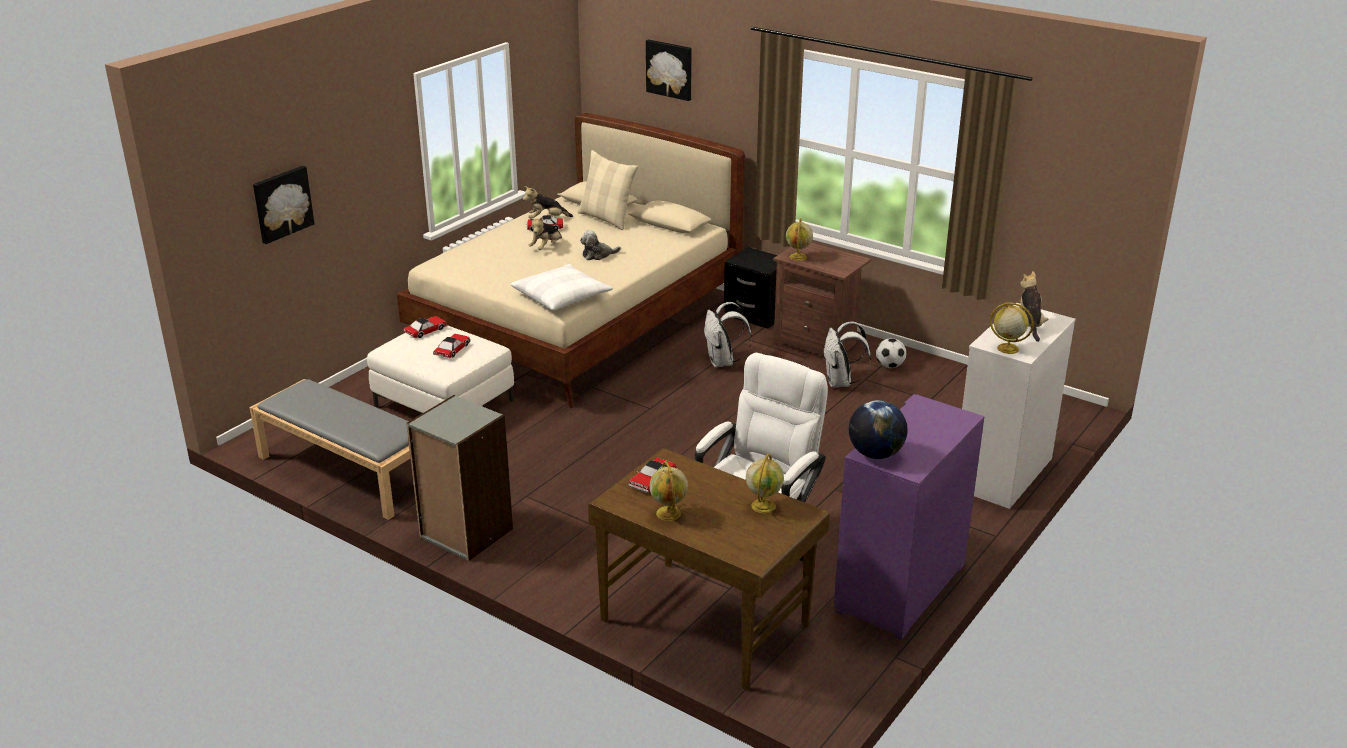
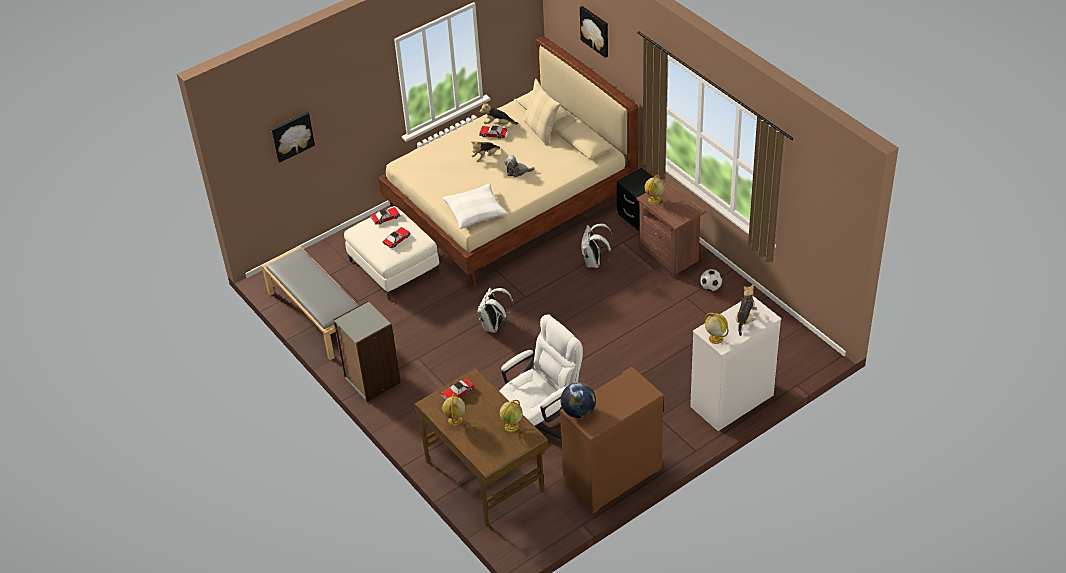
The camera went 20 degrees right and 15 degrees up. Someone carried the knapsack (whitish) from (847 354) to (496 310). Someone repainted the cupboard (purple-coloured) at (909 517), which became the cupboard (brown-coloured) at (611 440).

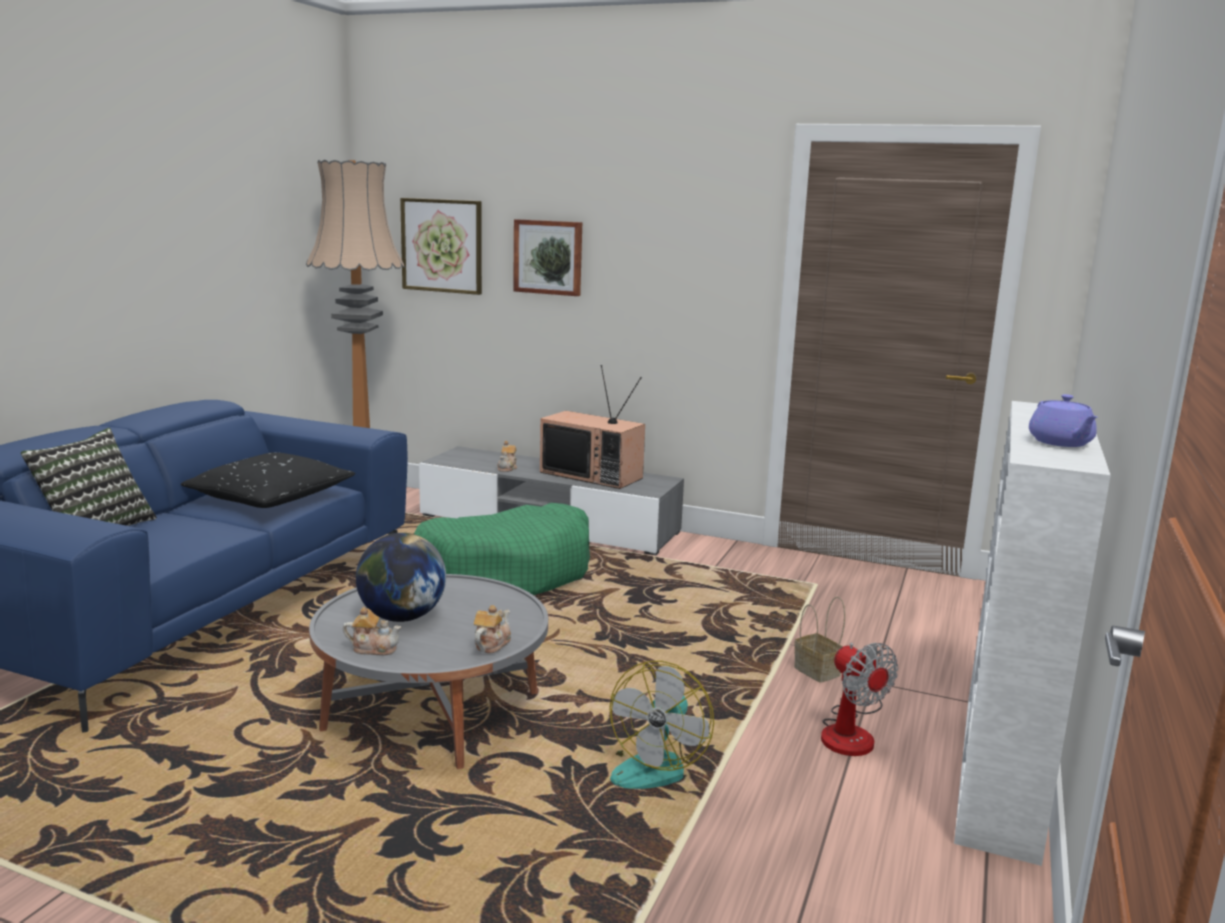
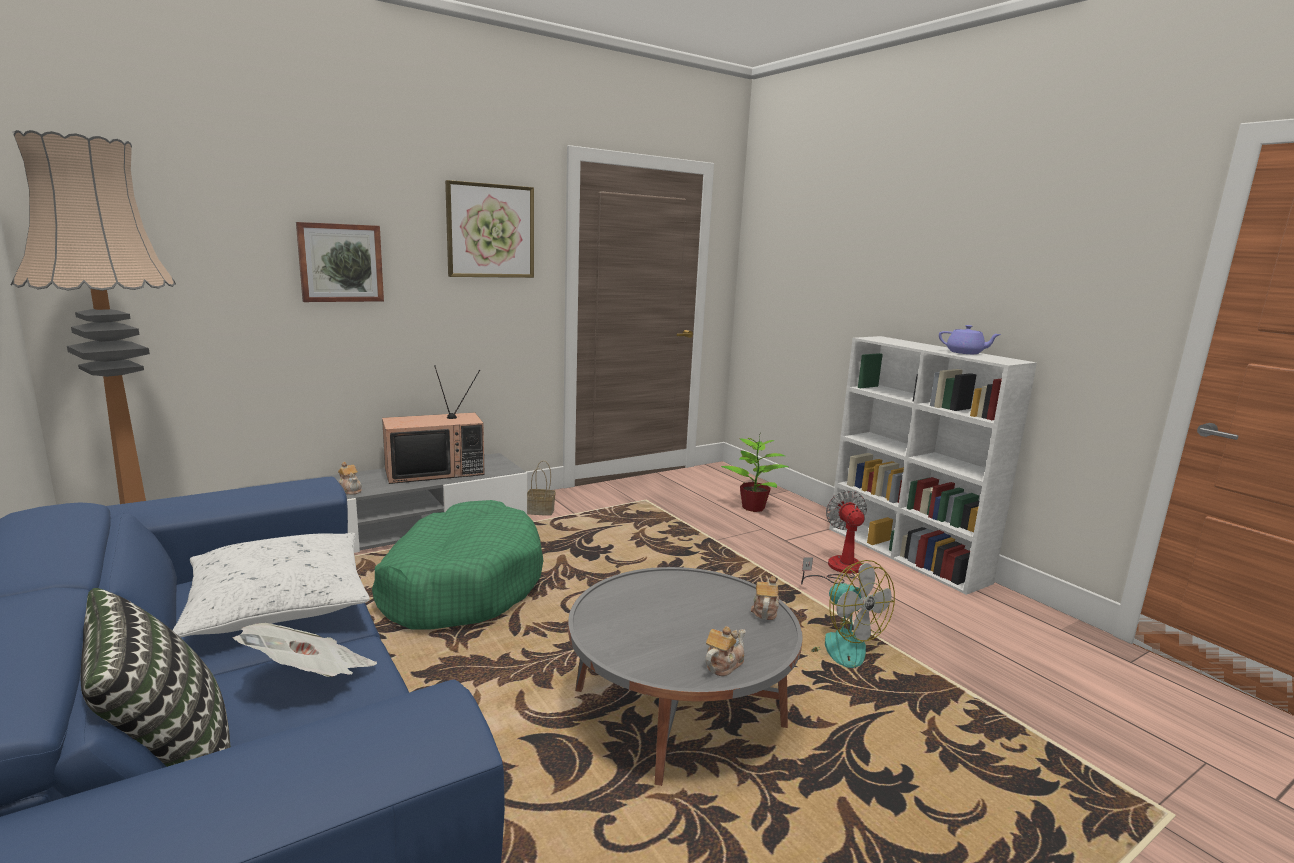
The camera went 55 degrees left and 0 degrees up. Someone carried the wall art from (441 246) to (489 229). Someone repainted the pillow (blackish) at (268 480), which became the pillow (whitish) at (271 585). Someone took away the desk globe at (401 577). Someone carried the household basket from (819 640) to (541 488). Someone rotated the pot for tea at (492 629) by 45 degrees clockwise. Someone rotated the cooling fan at (859 699) by 105 degrees counterclockwise. Someone put down the houseplant at (755 473). Someone put down the daily paper at (305 650).

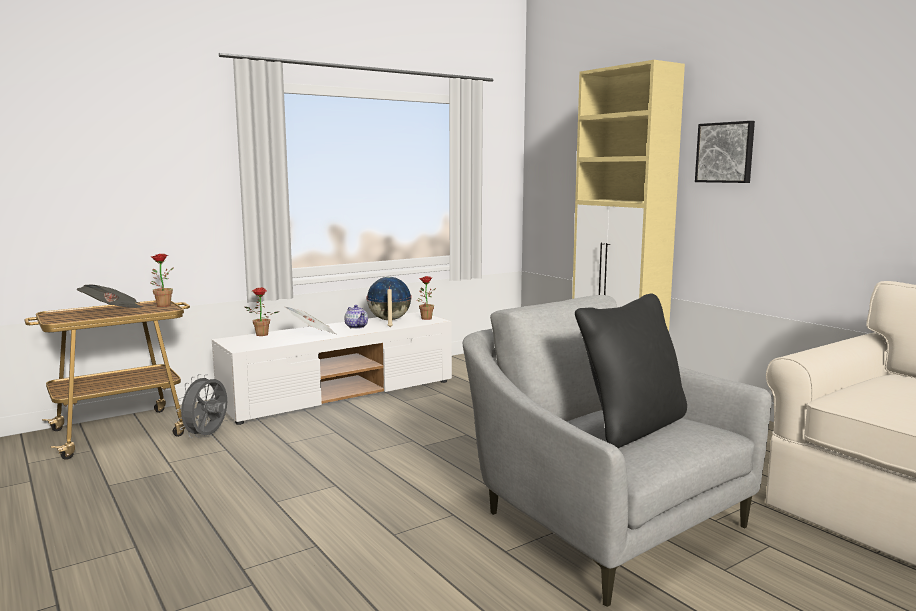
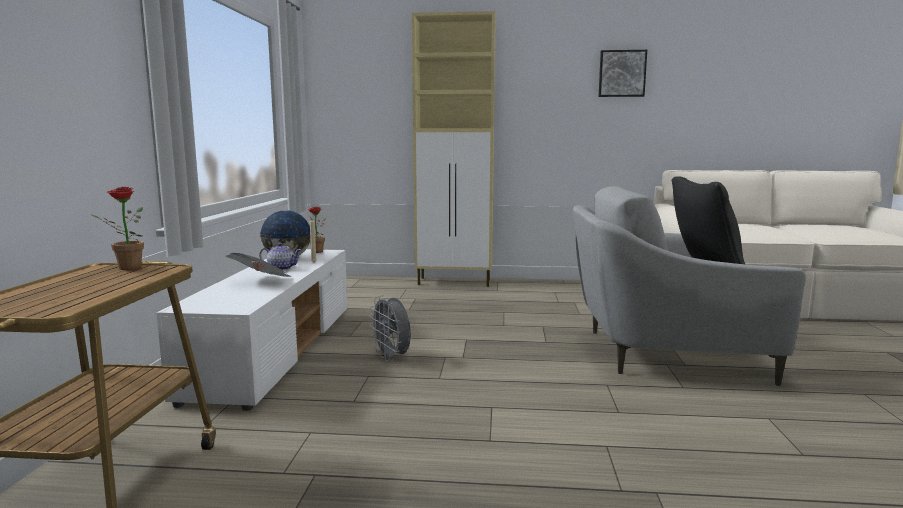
The camera went 50 degrees left and 0 degrees up. Someone carried the wall art from (725 152) to (623 73). Someone took away the daily paper at (109 296). Someone took away the houseplant at (262 311). Someone carried the cooling fan (gray) from (201 406) to (390 328).

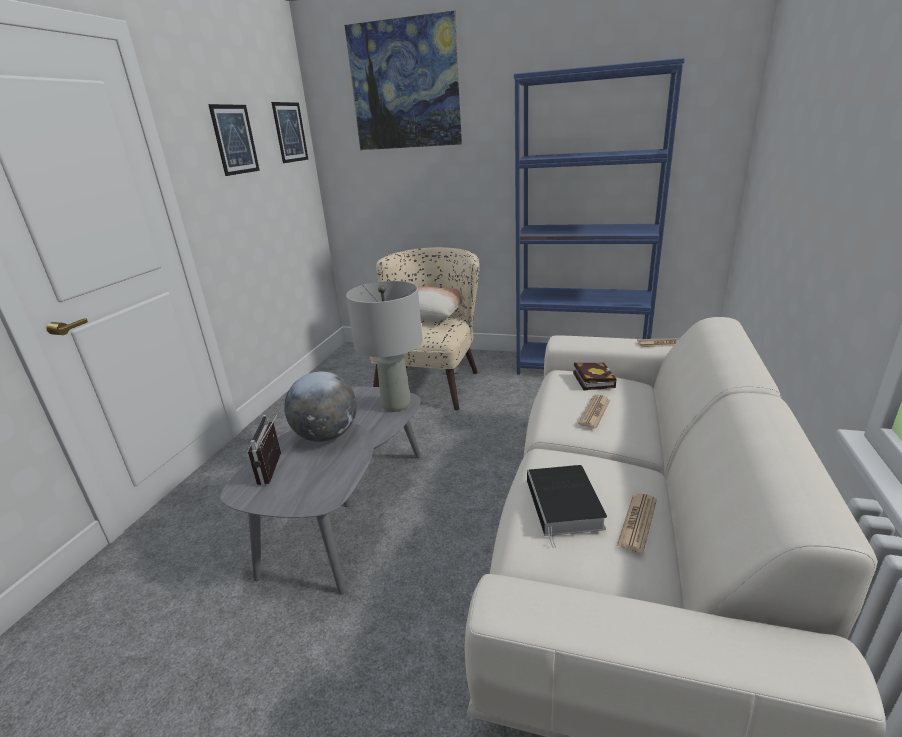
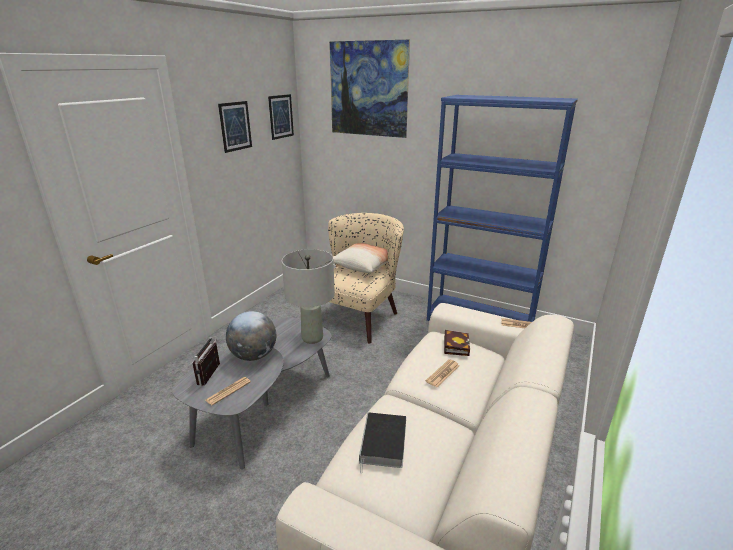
The camera went 10 degrees right and 0 degrees up. Someone carried the daily paper from (637 523) to (228 391).

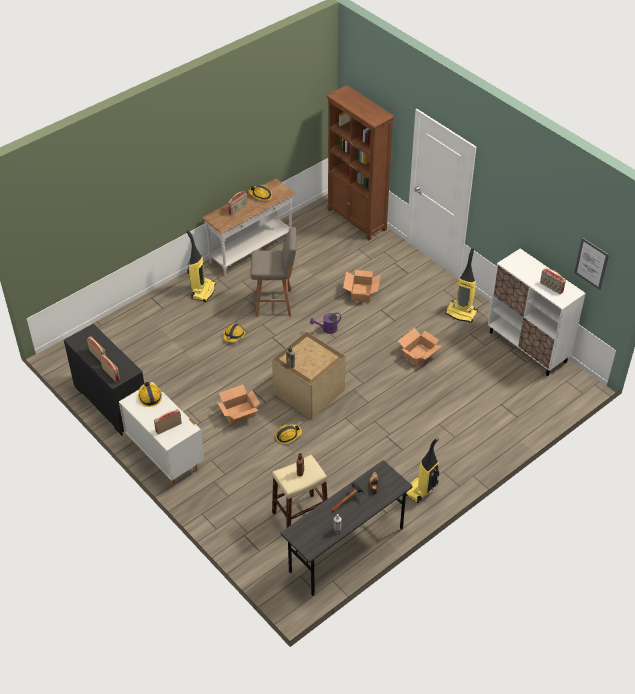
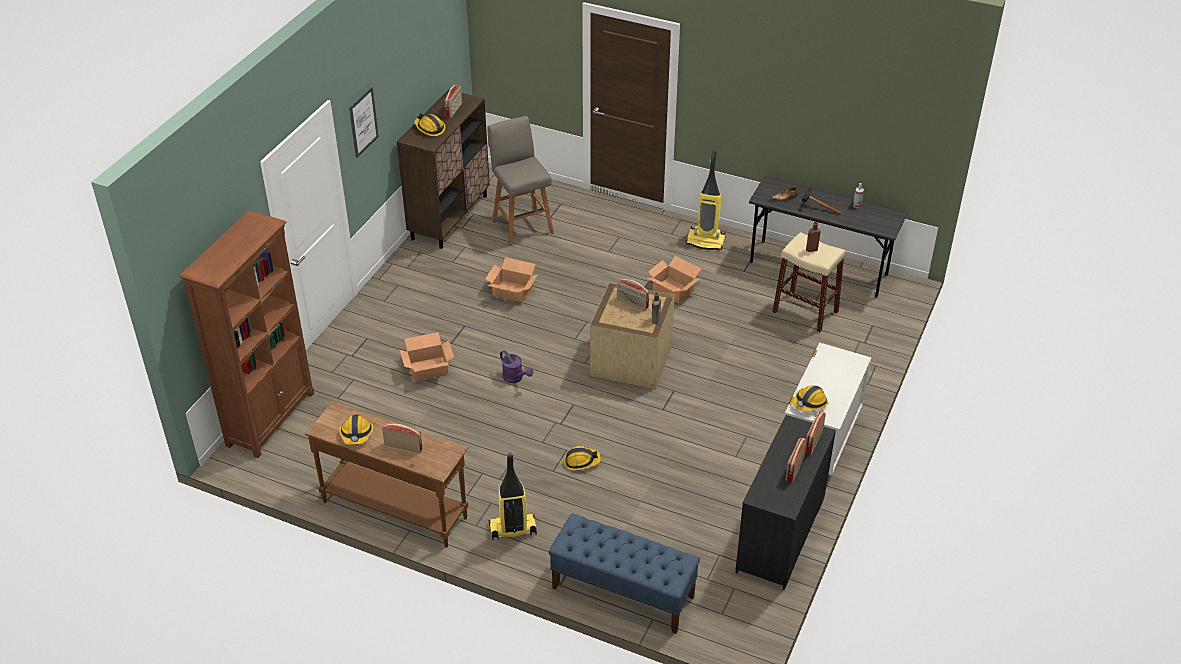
The camera went 115 degrees left and 5 degrees down. Someone repainted the console table (whitish) at (249 227), which became the console table (brown-coloured) at (387 474). Someone carried the stool seat (gray) from (273 272) to (520 181). Someone carried the wall art from (591 264) to (364 122). Someone took away the vacuum at (461 285). Someone repainted the cupboard (whitish) at (537 312), which became the cupboard (brown-coloured) at (443 169). Someone carried the cardboard box from (238 404) to (674 279). Someone carried the radio set from (168 422) to (633 295). Someone carried the work helmet from (288 434) to (429 124). Someone put down the indoor bench (bluish) at (624 573).

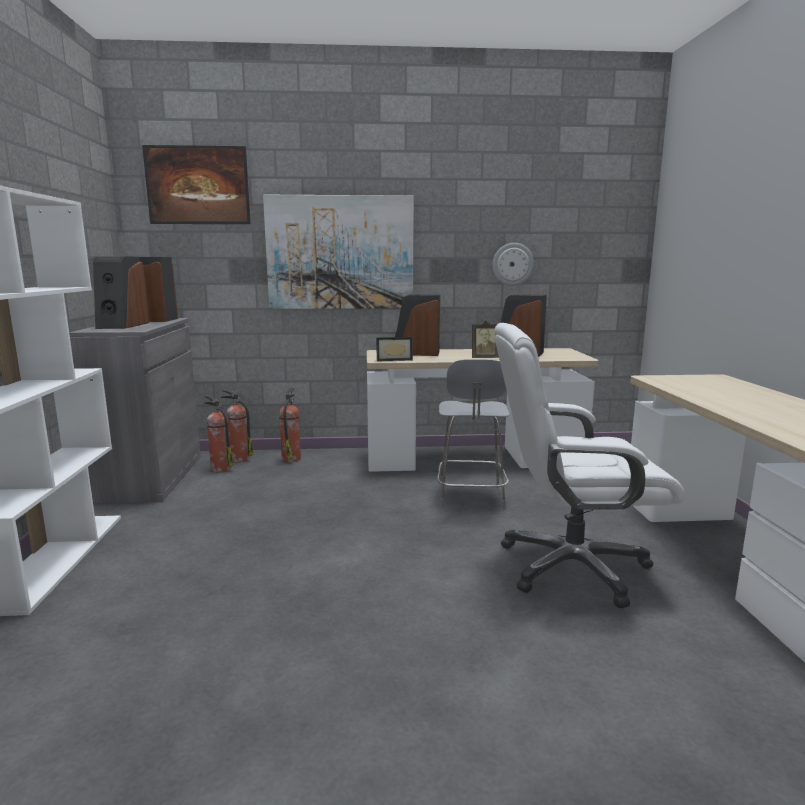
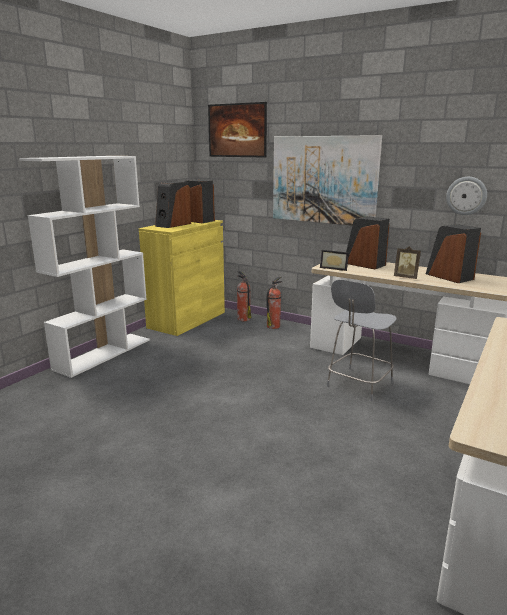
The camera went 35 degrees right and 5 degrees up. Someone repainted the cupboard (gray) at (135 410), which became the cupboard (yellow-coloured) at (182 278). Someone took away the computer chair (whitish) at (589 465). Someone took away the fire-fighting cylinder at (219 433).

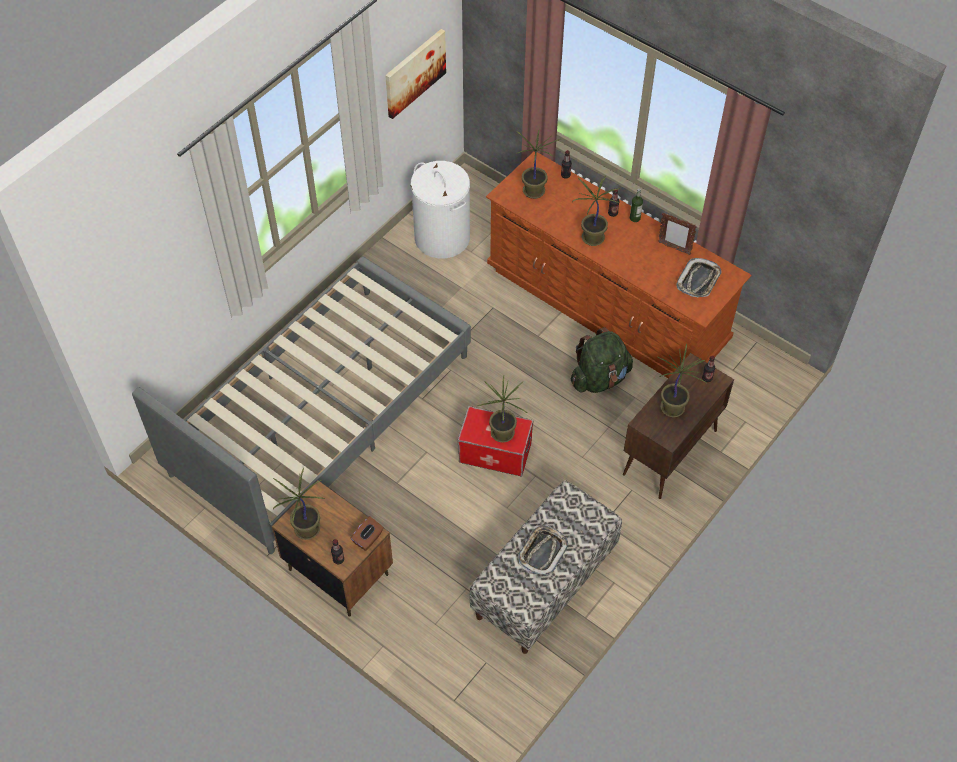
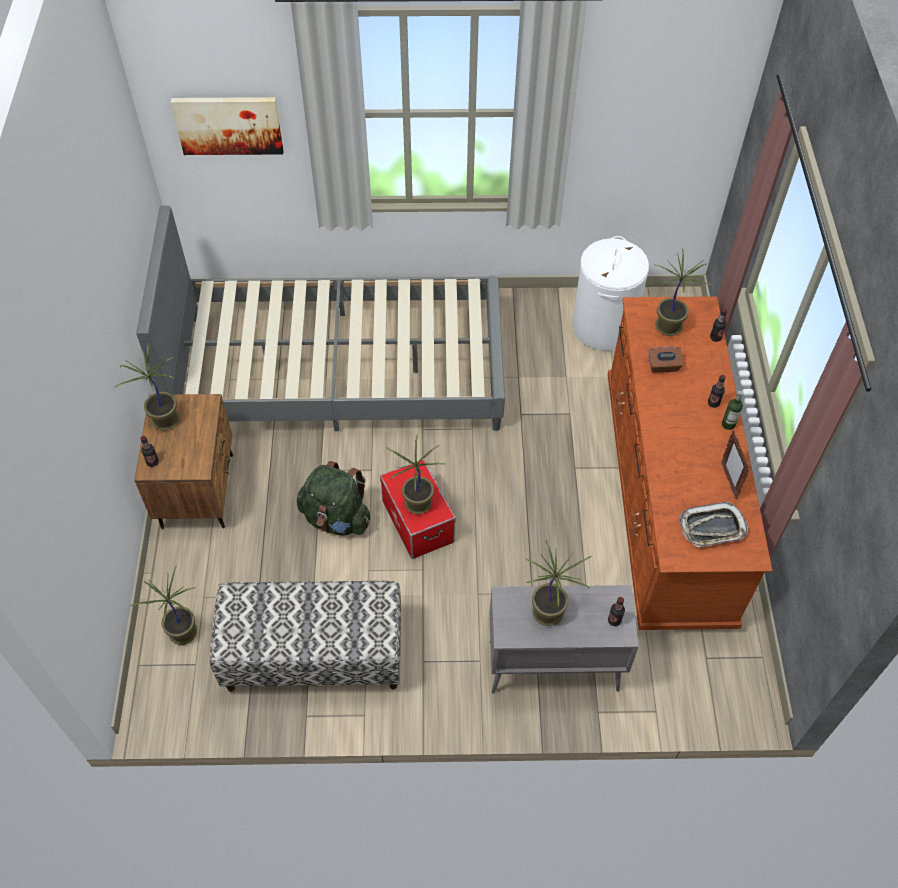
The camera went 50 degrees right and 0 degrees up. Someone carried the wall art from (415 74) to (227 126). Someone carried the houseplant from (596 211) to (163 605). Someone carried the knapsack (greenish) from (602 360) to (333 498). Someone repainted the cupboard (brown-coloured) at (678 426), which became the cupboard (gray) at (564 639). Someone carried the tissue holder (brown-coloured) from (367 533) to (665 359). Someone took away the serving tray at (543 550).

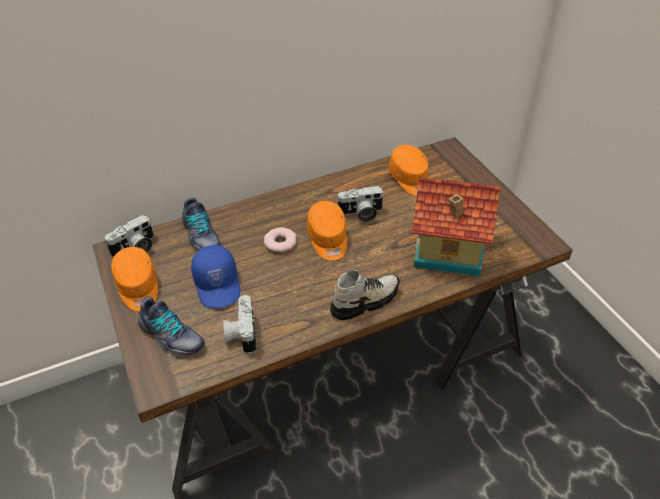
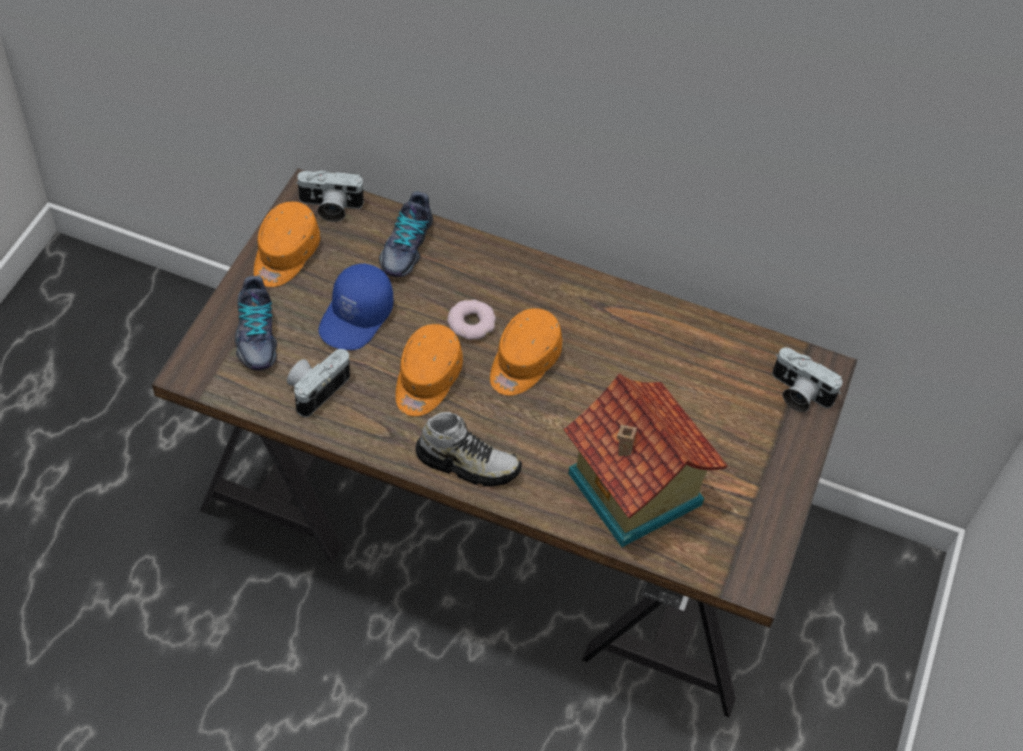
The camera went 40 degrees right and 10 degrees up. Someone carried the baseball cap (orange-coloured) from (409 170) to (429 370). Someone carried the still camera from (359 204) to (807 379).

